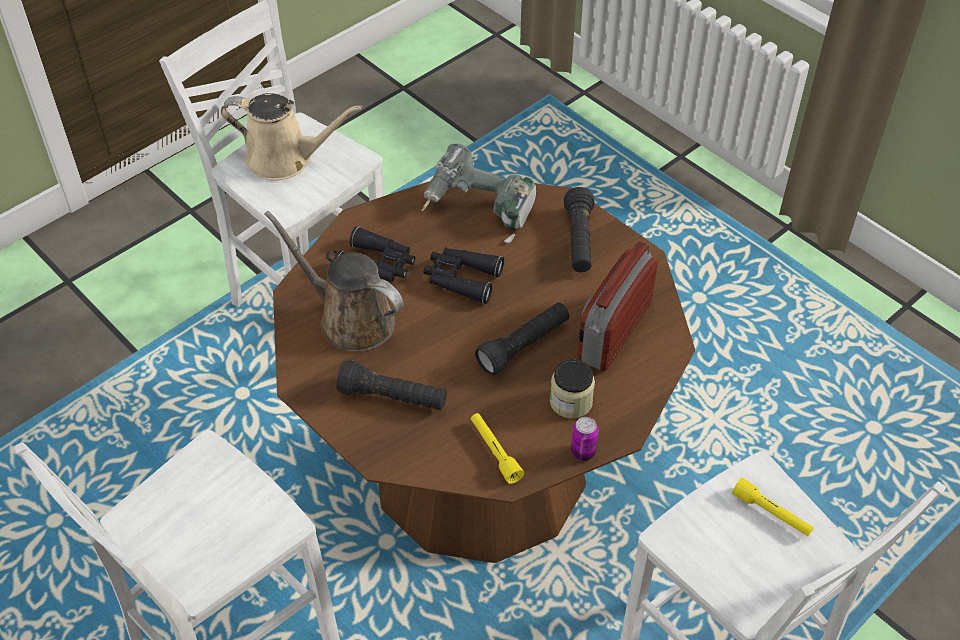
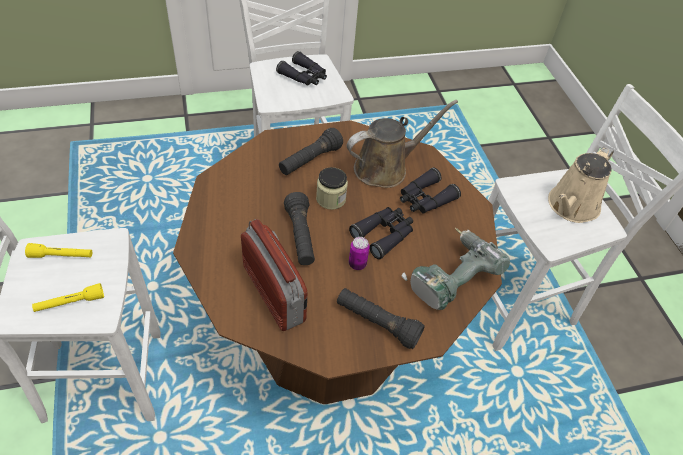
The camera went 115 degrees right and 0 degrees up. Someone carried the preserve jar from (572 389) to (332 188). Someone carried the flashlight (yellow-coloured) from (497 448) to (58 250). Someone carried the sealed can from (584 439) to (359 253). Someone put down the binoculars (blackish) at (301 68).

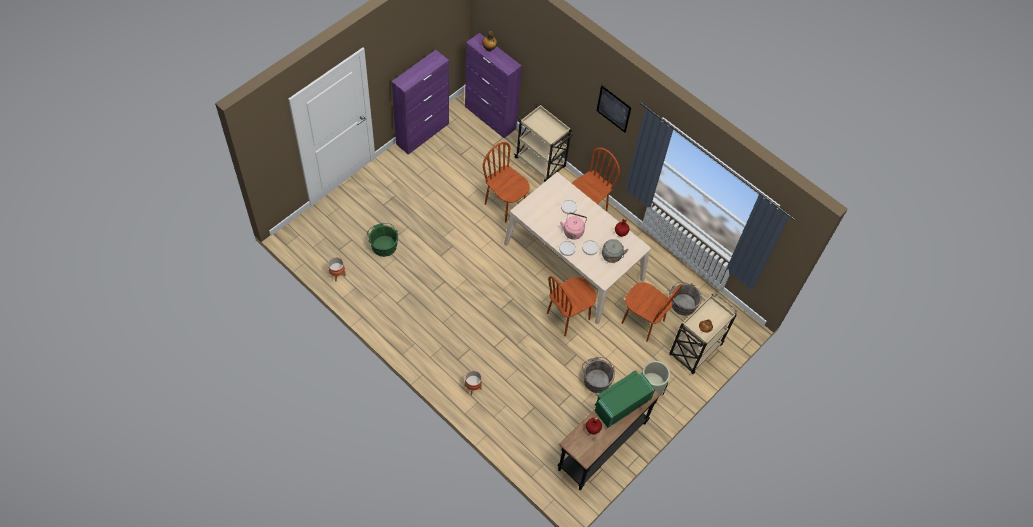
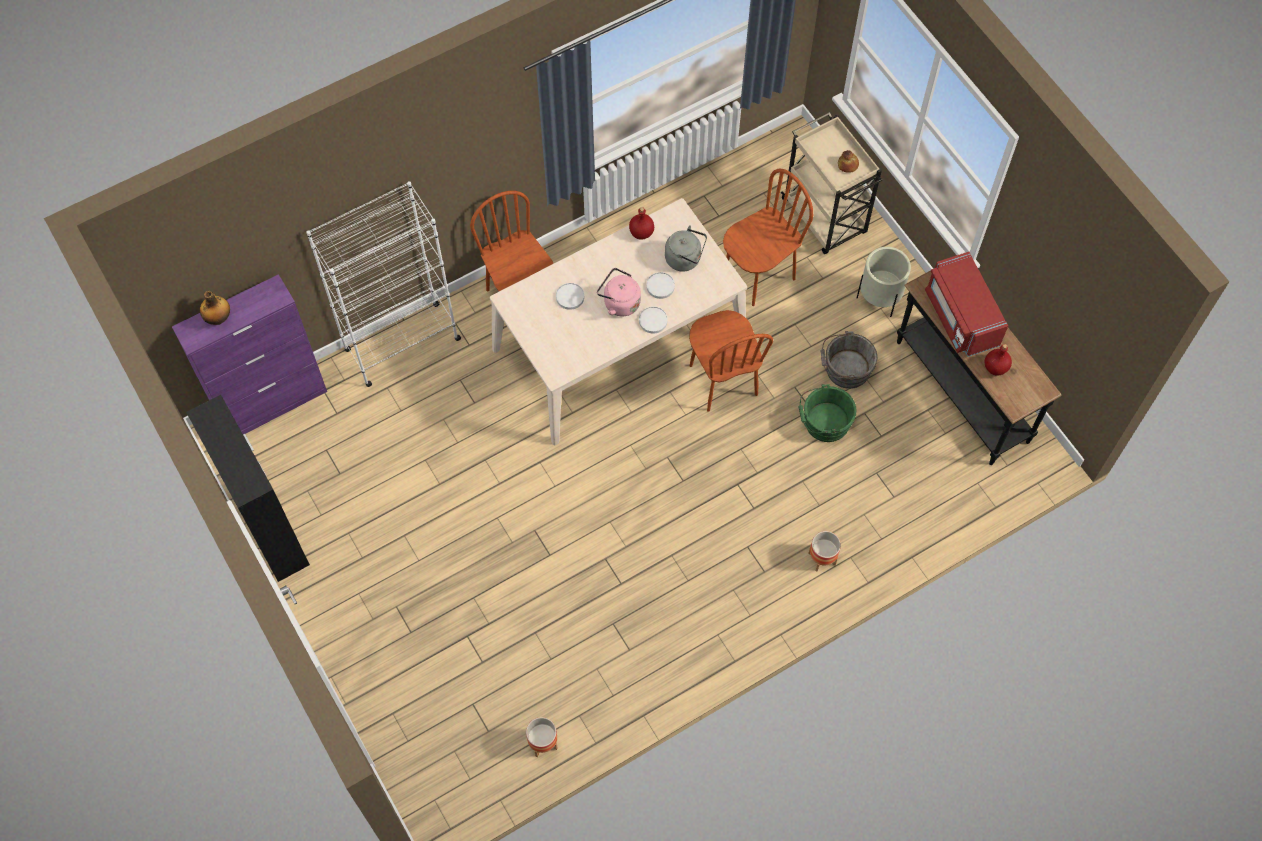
The camera went 70 degrees left and 5 degrees up. Someone repainted the cupboard (purple-coloured) at (420 102), which became the cupboard (blackish) at (248 488). Someone took away the wall art at (614 109). Someone swapped the cart (sand-coloured) at (543 143) for the bookcase (whitish) at (383 284). Someone took away the chair (brown-coloured) at (506 182). Someone carried the water bucket (greenish) from (382 240) to (827 413). Someone took away the water bucket (gray) at (685 299). Someone repainted the microwave oven (greenish) at (625 399), which became the microwave oven (red-coloured) at (966 304).

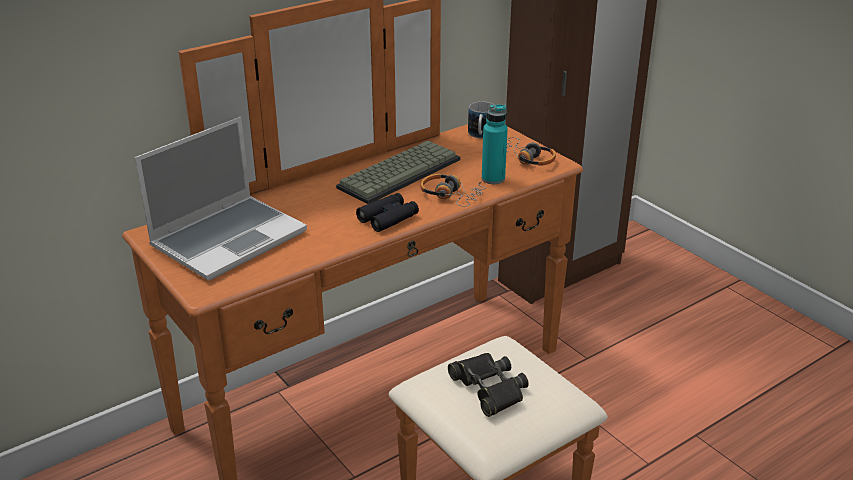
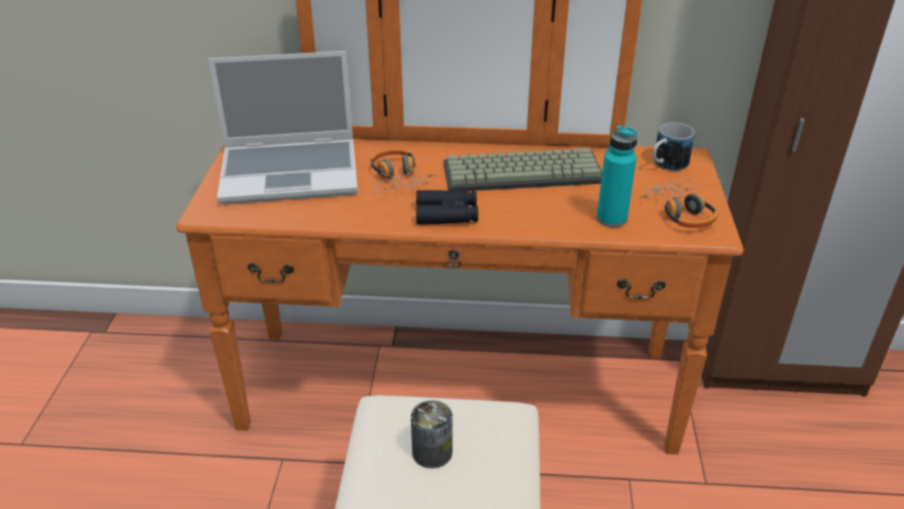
The camera went 40 degrees right and 5 degrees up. Someone carried the headset from (452 190) to (403 171). Someone swapped the binoculars (blackish) at (488 385) for the sealed can at (431 434).

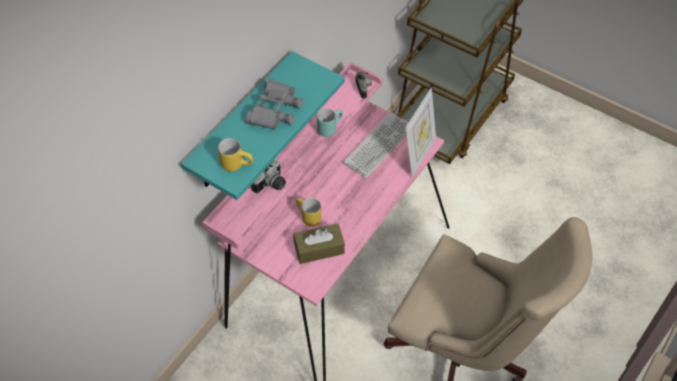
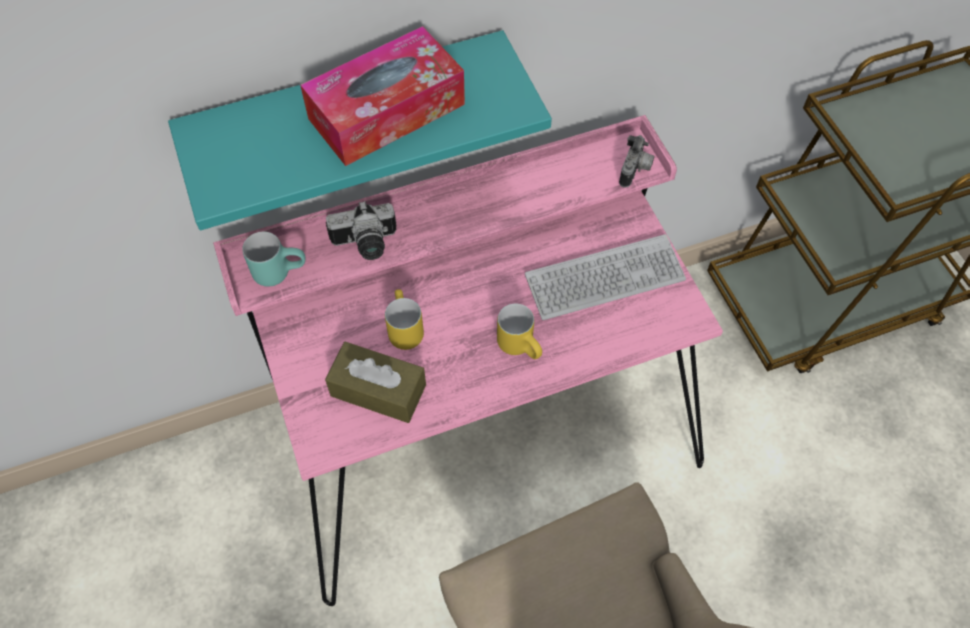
The camera went 35 degrees right and 5 degrees up. Someone swapped the binoculars (gray) at (274 104) for the tissue holder at (382 96). Someone took away the photo frame at (420 132). Someone carried the mug (turquoise) from (330 122) to (274 259). Someone carried the mug (yellow-coloured) from (235 155) to (519 331).

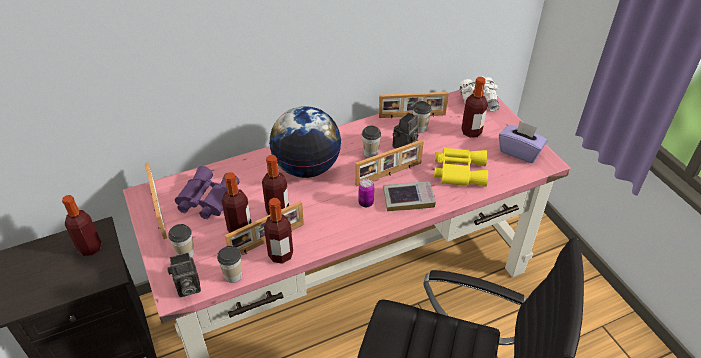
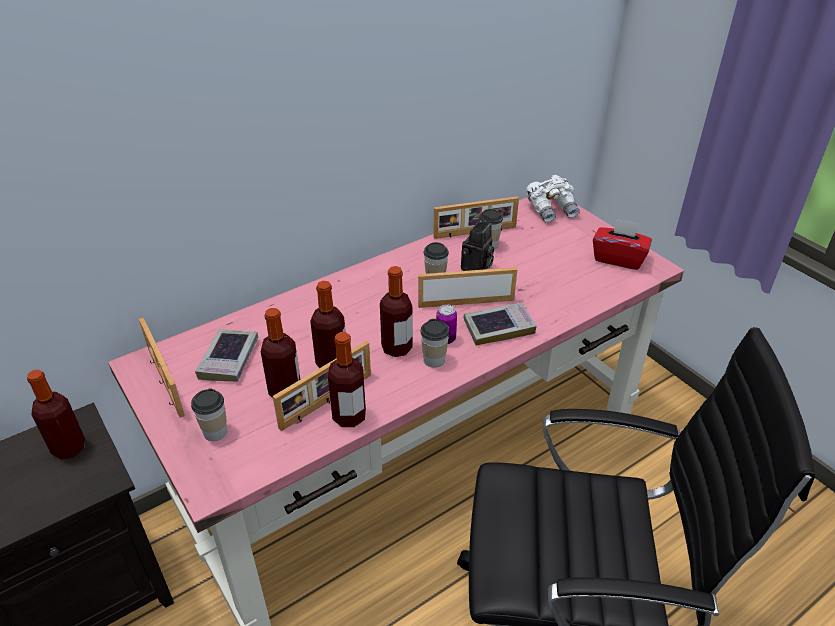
The camera went 10 degrees left and 5 degrees down. Someone carried the bottle from (474 107) to (396 311). Someone took away the desk globe at (305 142). Someone repainted the tissue holder (purple-coloured) at (523 142), which became the tissue holder (red-coloured) at (622 244). Someone rotated the photo frame at (389 163) by 150 degrees counterclockwise. Someone took away the binoculars (yellow-coloured) at (461 167). Someone swapped the binoculars (purple-coloured) at (207 192) for the volume at (226 355). Someone carried the drinking cup from (229 264) to (434 343). Someone took away the still camera at (184 275).

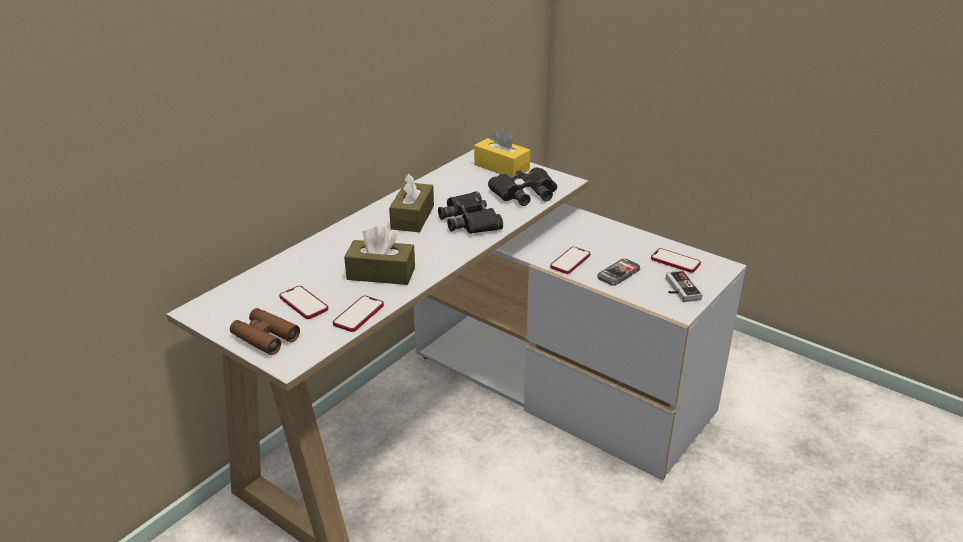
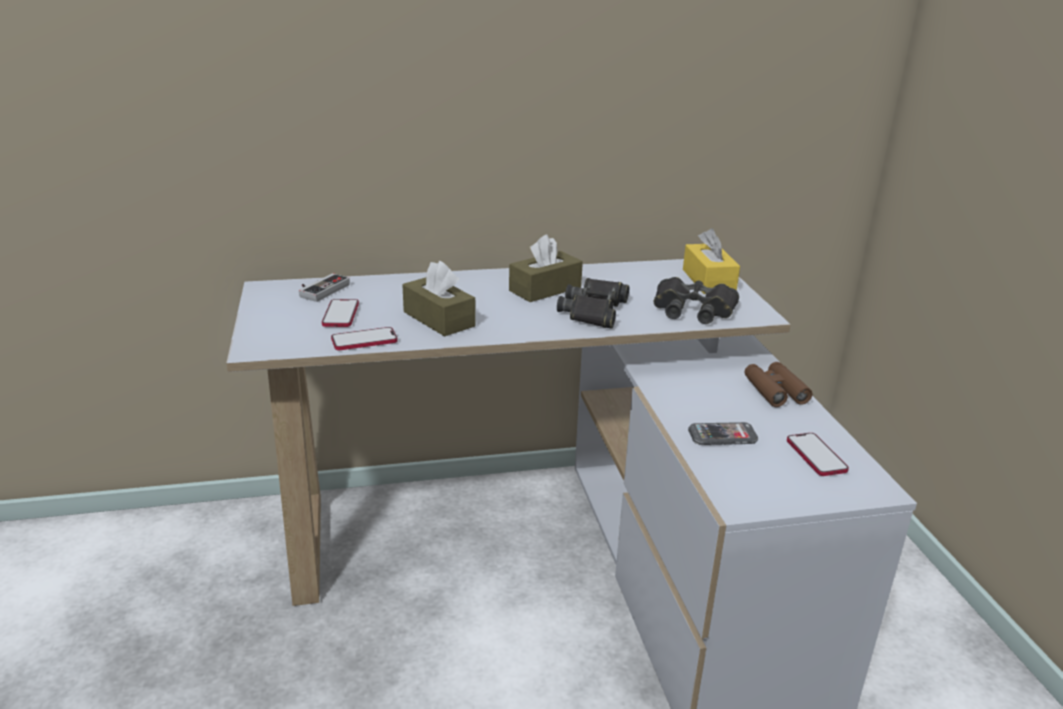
The camera went 40 degrees right and 5 degrees down. Someone took away the handset at (570 260). Someone carried the joypad from (684 286) to (324 287). Someone carried the binoculars (brown-coloured) from (265 331) to (778 384).

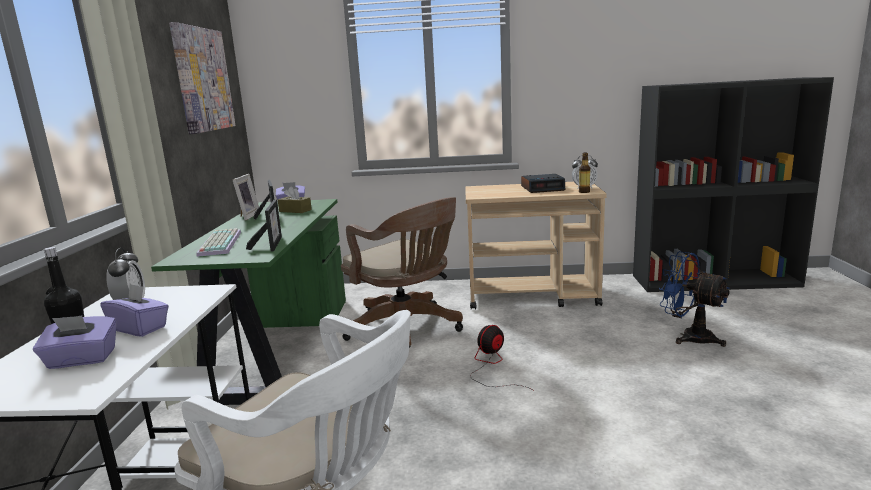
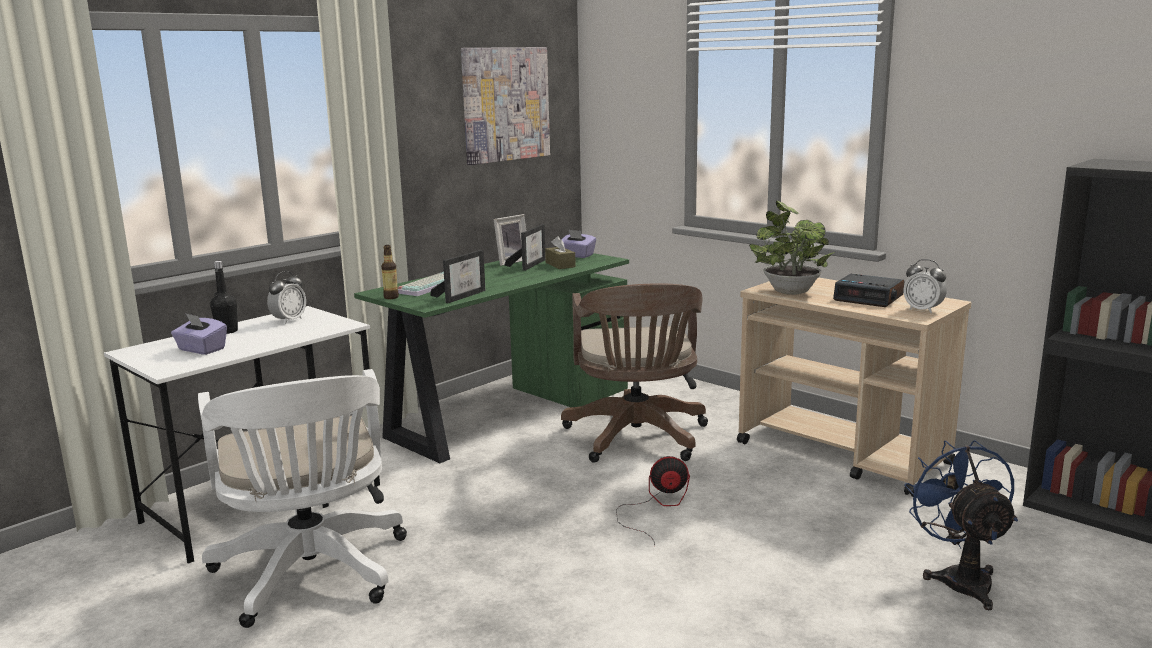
The camera went 40 degrees right and 0 degrees up. Someone carried the bottle from (584 173) to (390 272). Someone took away the tissue holder (purple-coloured) at (134 310). Someone put down the houseplant at (792 247).

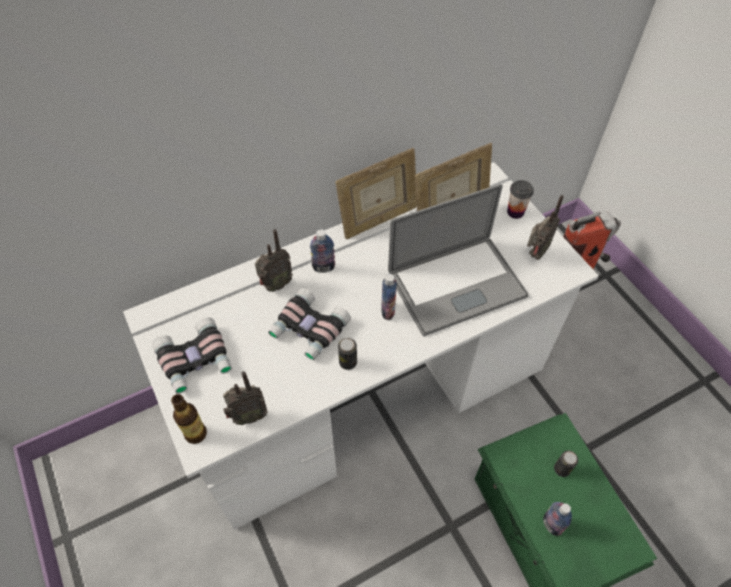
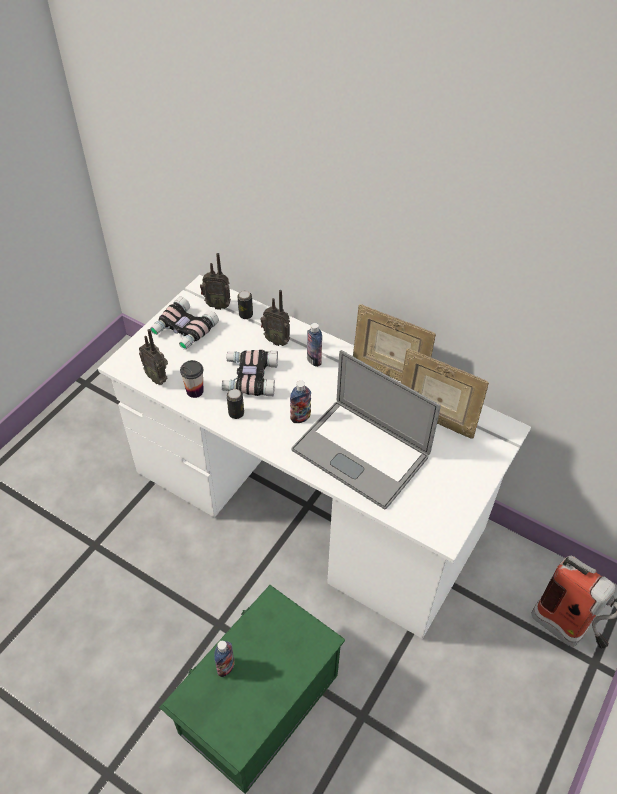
The camera went 60 degrees right and 5 degrees down. Someone carried the drinking cup from (520 199) to (192 379). Someone carried the radio set from (545 227) to (215 281). Someone took away the bottle at (189 419). Someone carried the sealed can from (566 464) to (245 305).

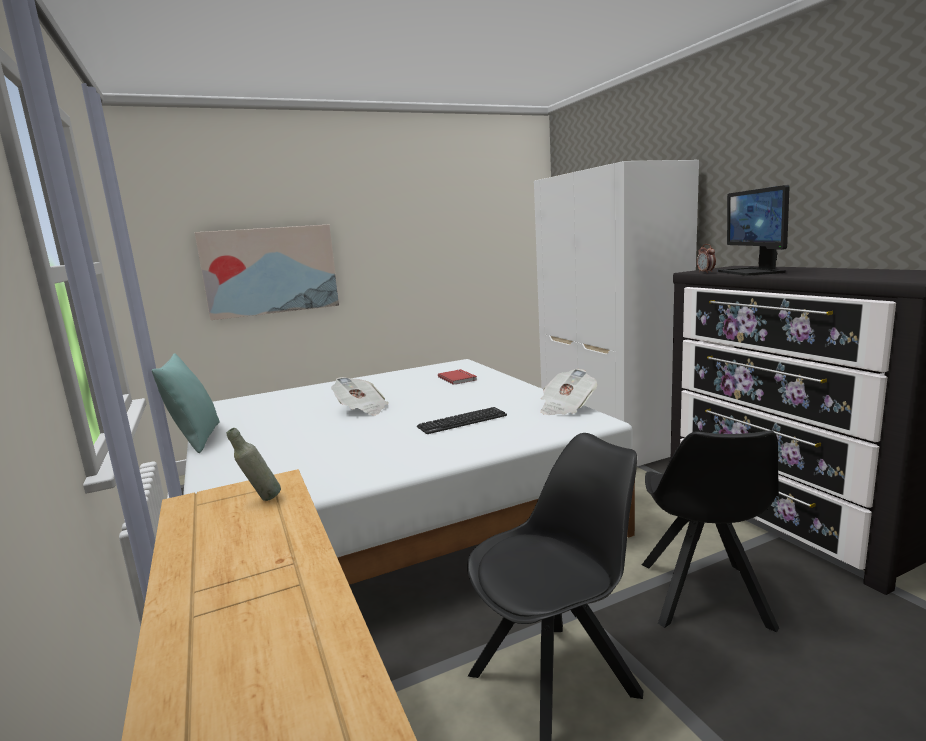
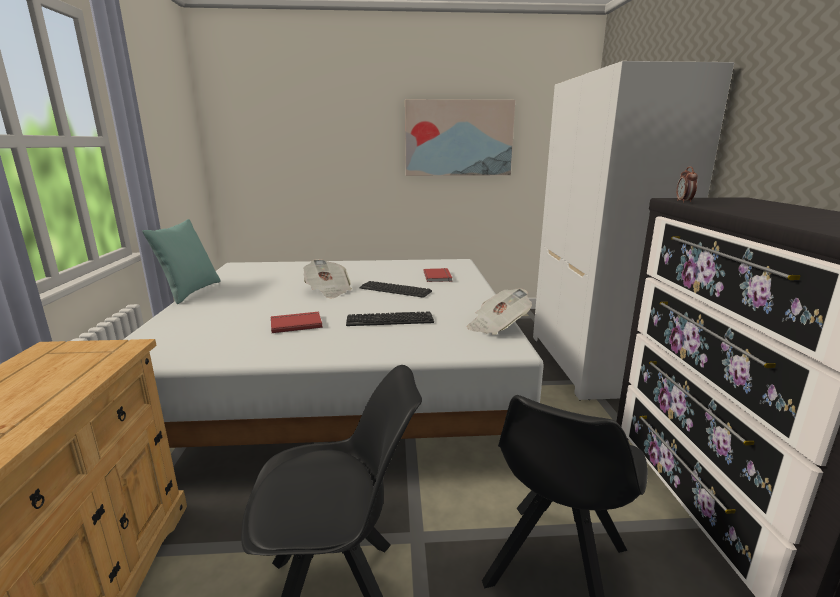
The camera went 20 degrees right and 5 degrees up. Someone took away the computer screen at (754 230). Someone carried the wall art from (267 272) to (460 137). Someone took away the bottle (gray) at (253 464). Someone put down the PC keyboard at (396 289). Someone put down the volume (red-coloured) at (296 322).

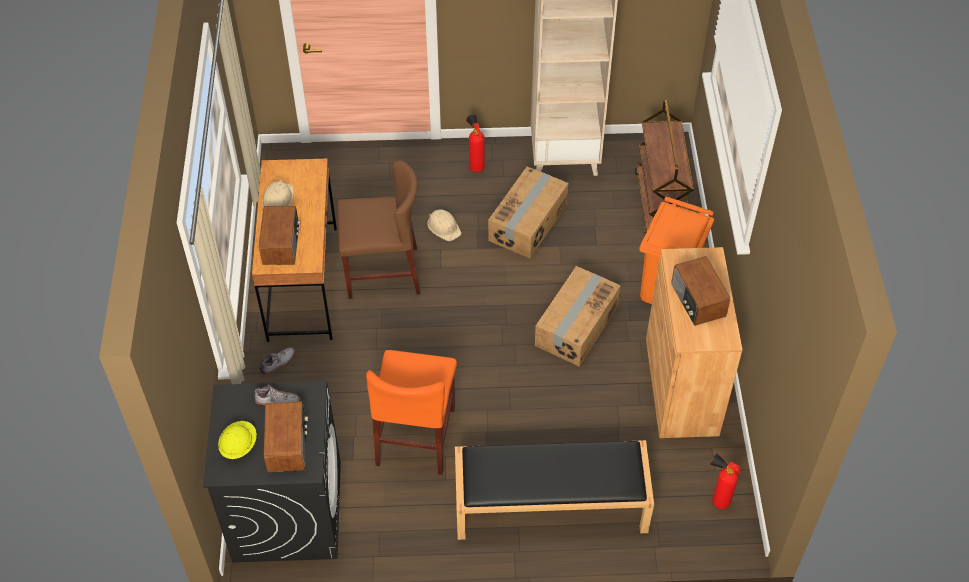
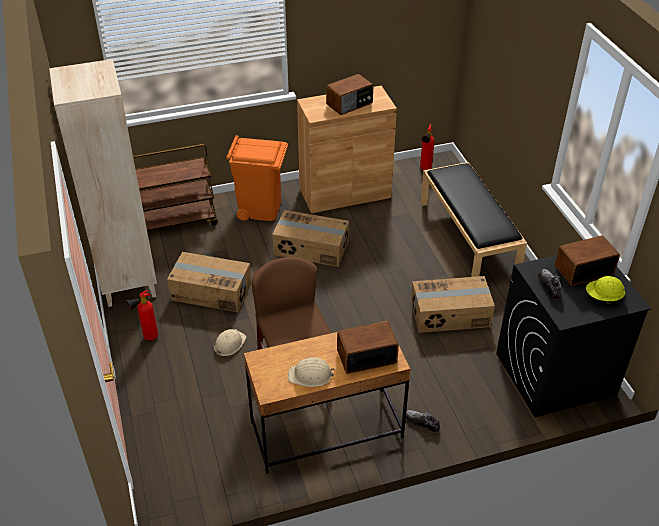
The camera went 105 degrees left and 10 degrees down. Someone swapped the chair (orange-coloured) at (411 412) for the cardboard box at (453 304).

